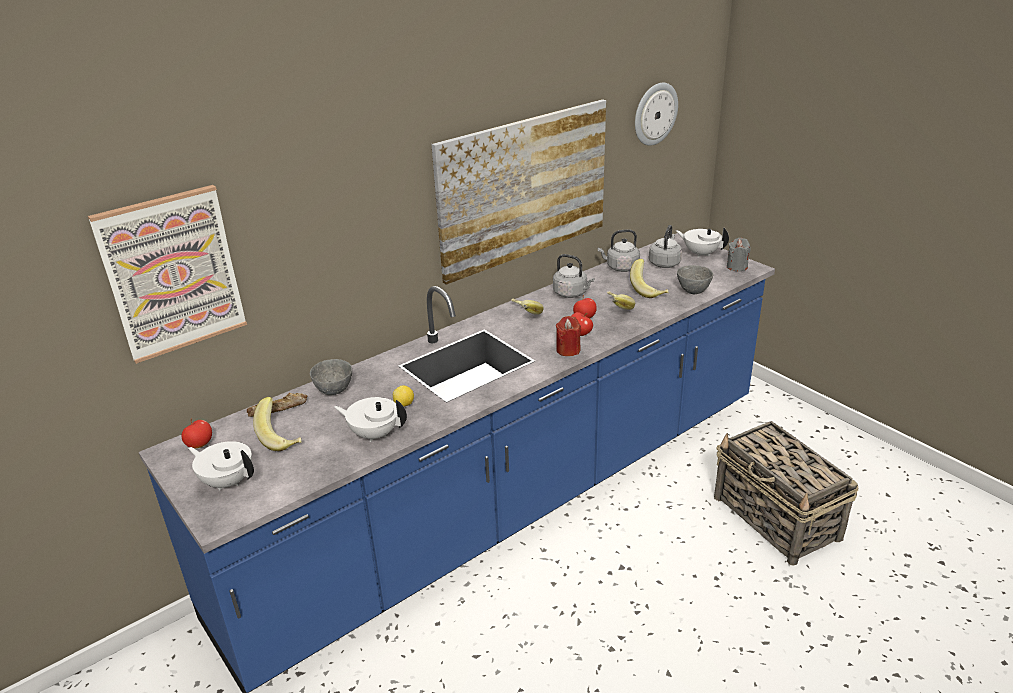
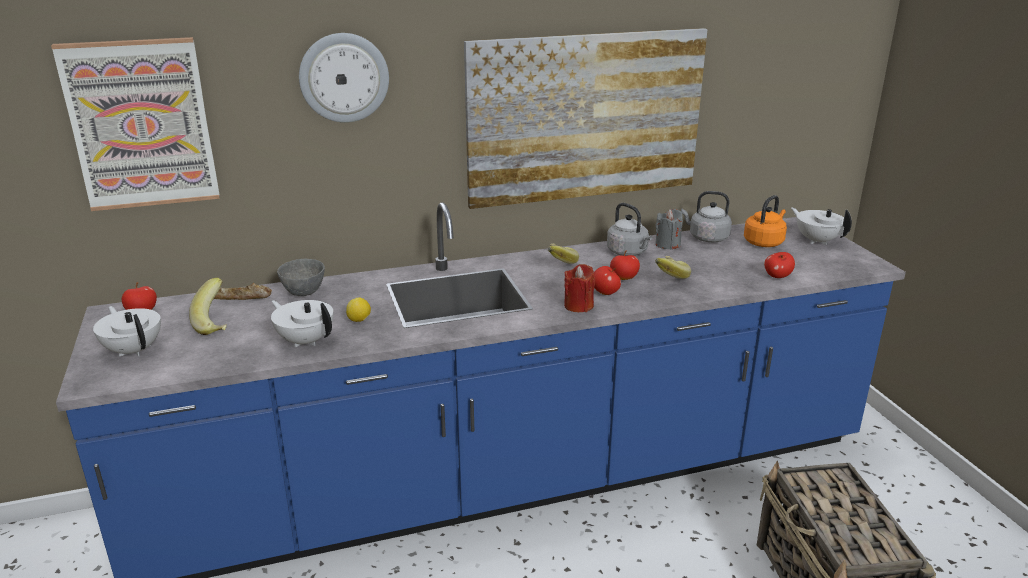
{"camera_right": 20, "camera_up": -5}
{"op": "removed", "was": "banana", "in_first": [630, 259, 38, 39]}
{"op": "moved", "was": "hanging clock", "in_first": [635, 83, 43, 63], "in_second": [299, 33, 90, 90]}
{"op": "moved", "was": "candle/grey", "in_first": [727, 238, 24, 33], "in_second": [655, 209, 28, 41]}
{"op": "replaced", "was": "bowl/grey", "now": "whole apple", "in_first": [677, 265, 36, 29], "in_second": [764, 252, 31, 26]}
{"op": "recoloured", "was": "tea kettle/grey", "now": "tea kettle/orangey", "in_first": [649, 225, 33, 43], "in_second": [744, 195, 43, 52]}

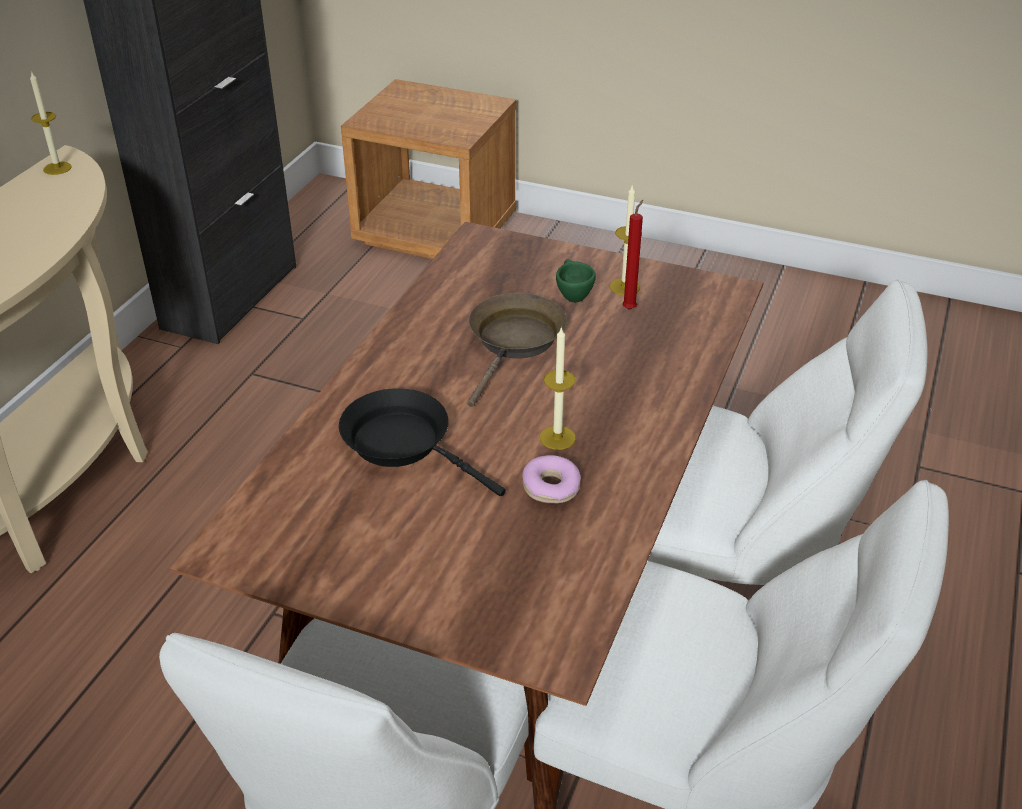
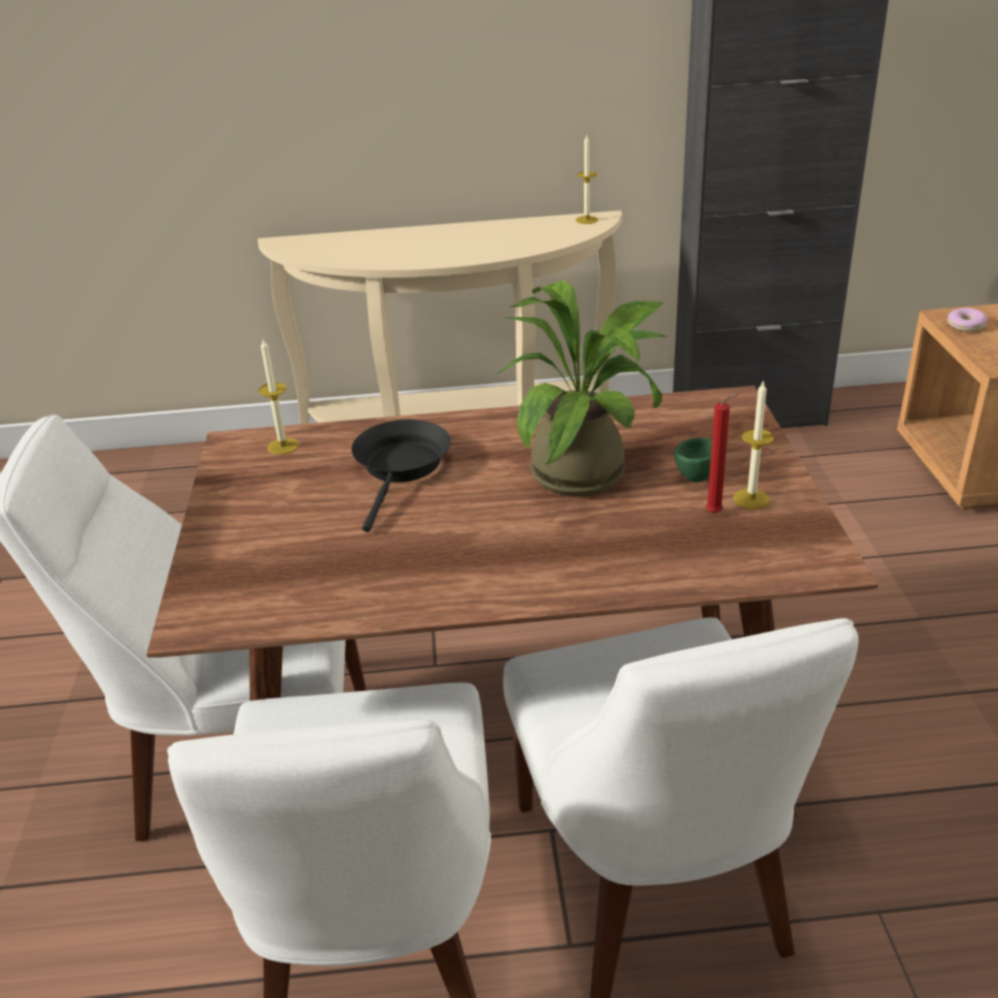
{"camera_right": 65, "camera_up": -5}
{"op": "moved", "was": "doughnut", "in_first": [522, 455, 59, 48], "in_second": [947, 308, 40, 24]}
{"op": "moved", "was": "candle", "in_first": [540, 326, 36, 124], "in_second": [258, 339, 41, 116]}
{"op": "replaced", "was": "frying pan/brown", "now": "potted plant", "in_first": [467, 293, 100, 114], "in_second": [496, 280, 171, 216]}

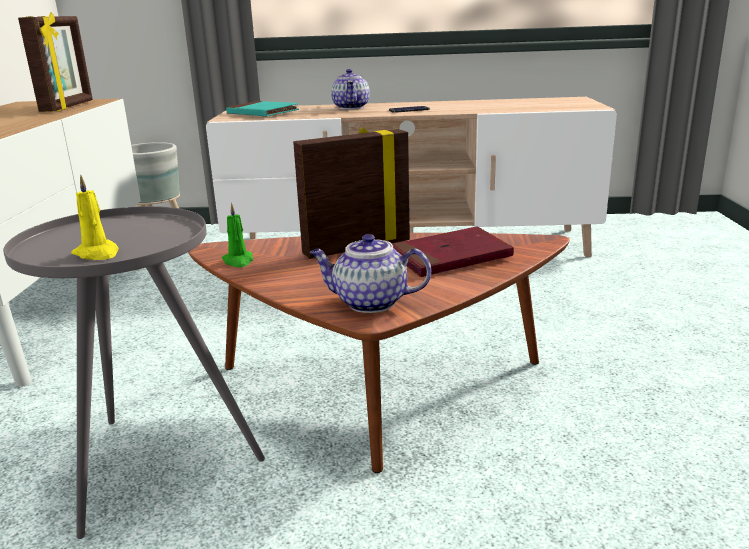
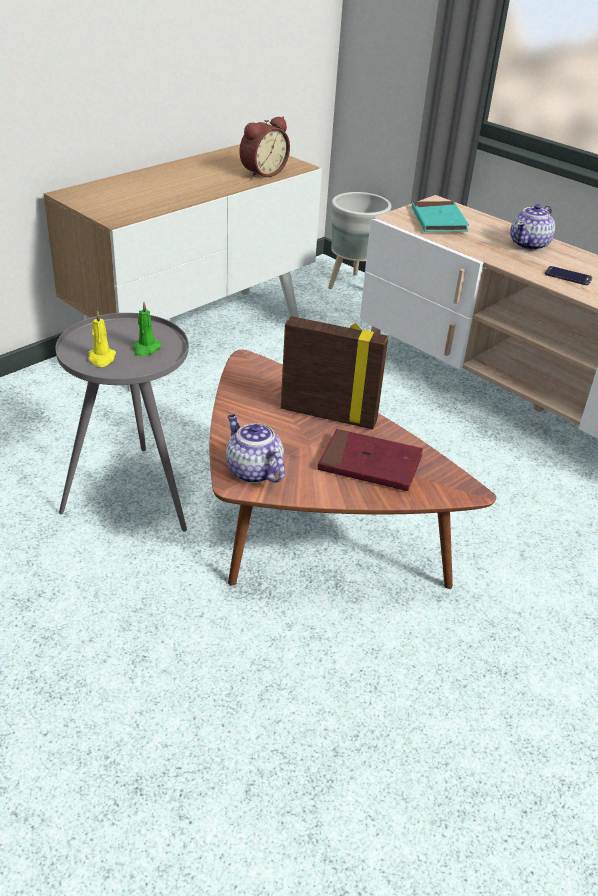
{"camera_right": 40, "camera_up": 15}
{"op": "moved", "was": "candle/green-coloured", "in_first": [222, 203, 31, 64], "in_second": [132, 302, 30, 55]}
{"op": "replaced", "was": "photo frame", "now": "alarm clock", "in_first": [18, 12, 75, 100], "in_second": [240, 116, 50, 63]}

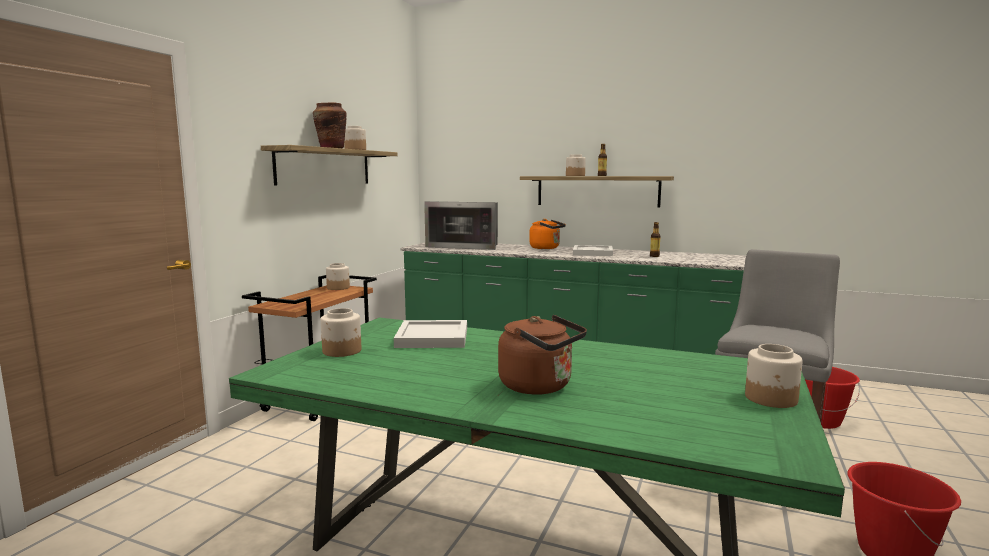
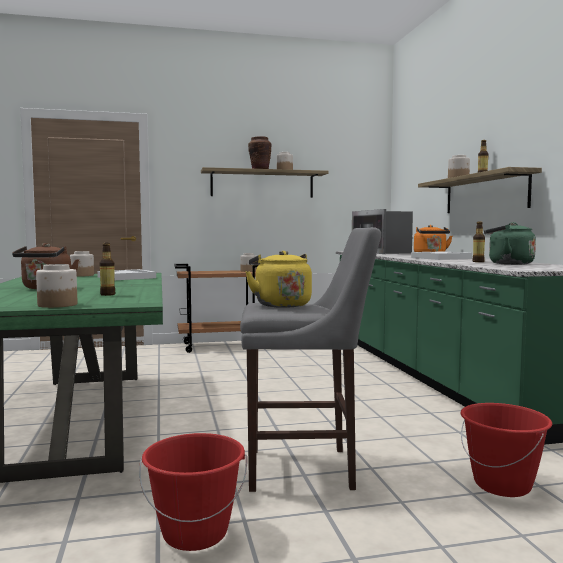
{"camera_right": 55, "camera_up": -5}
{"op": "added", "now": "bottle", "in_second": [100, 243, 16, 53]}
{"op": "added", "now": "tea kettle/yellow-coloured", "in_second": [245, 251, 67, 57]}
{"op": "added", "now": "tea kettle/green-coloured", "in_second": [484, 222, 52, 43]}

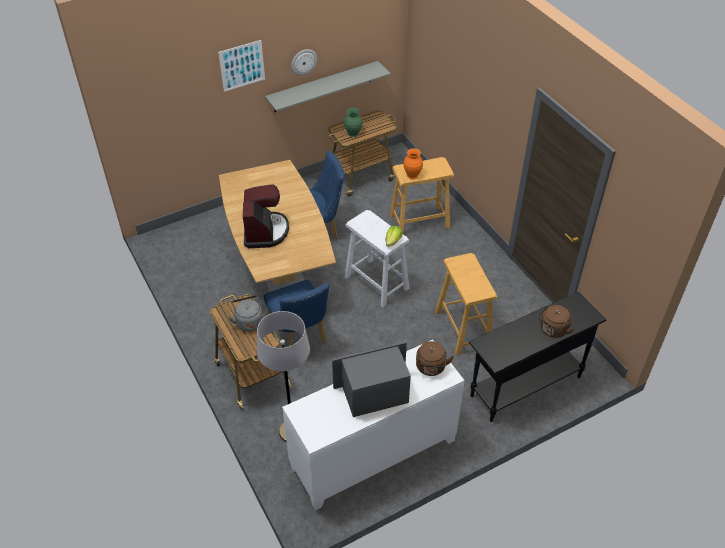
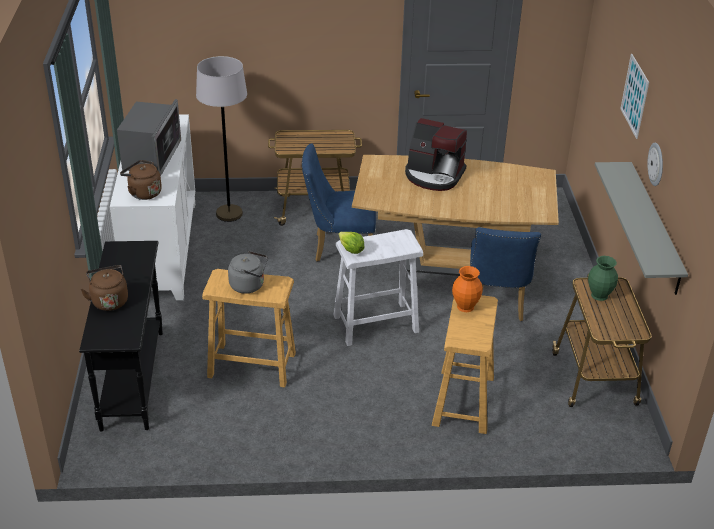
{"camera_right": 115, "camera_up": -10}
{"op": "moved", "was": "tea kettle/grey", "in_first": [228, 295, 35, 37], "in_second": [228, 251, 40, 43]}

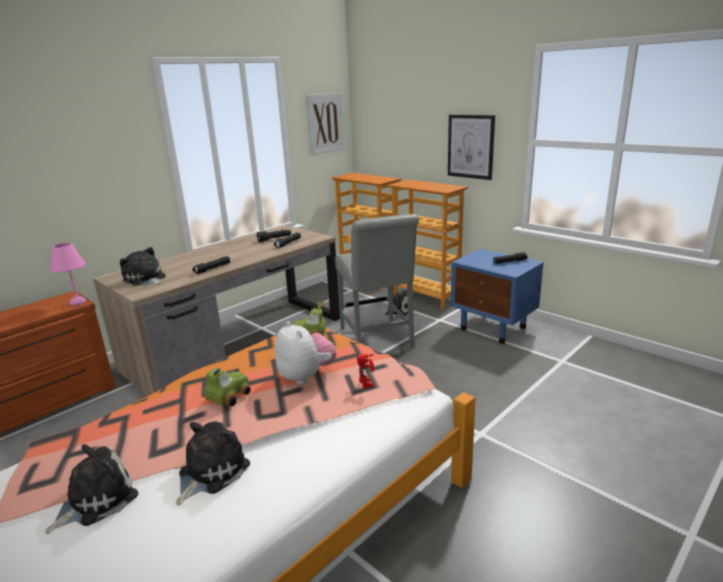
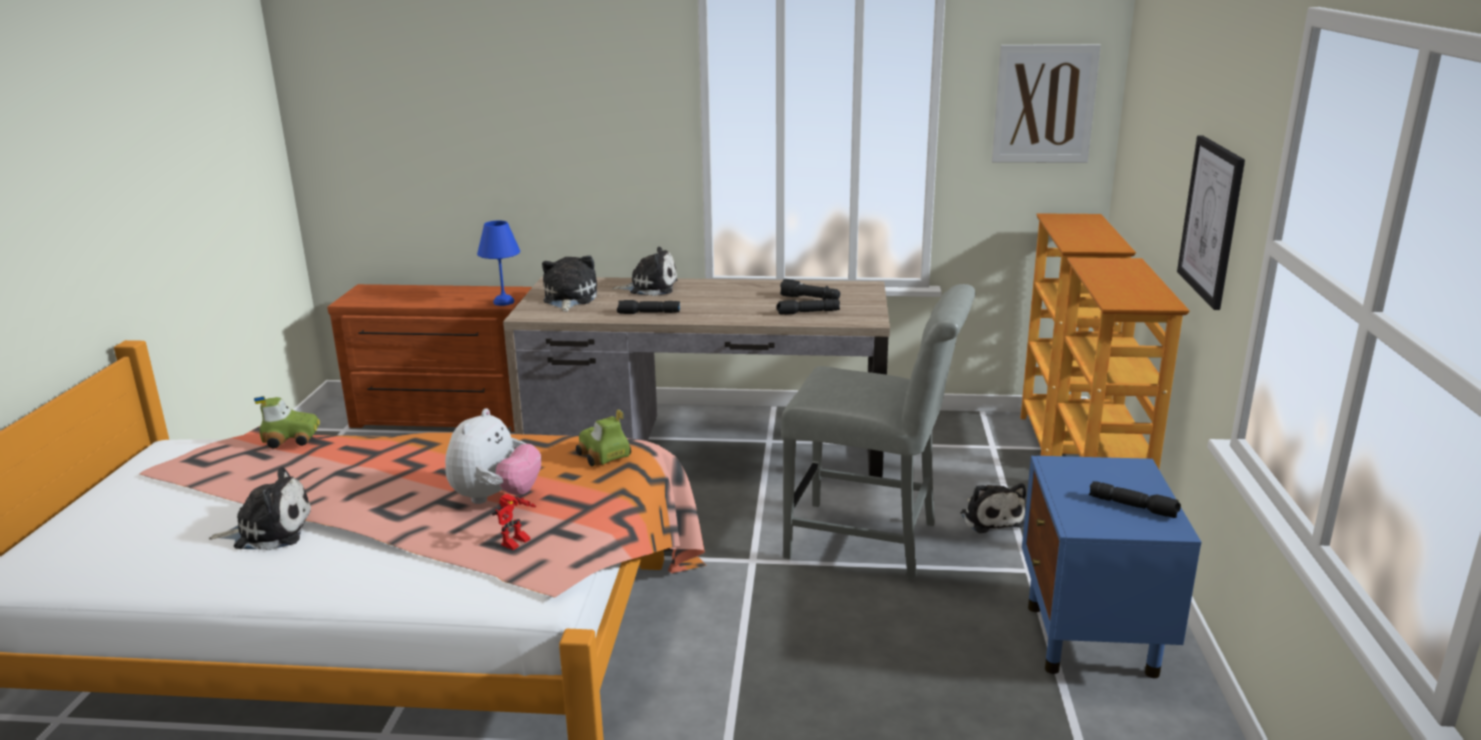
{"camera_right": 50, "camera_up": 0}
{"op": "moved", "was": "cuddly toy", "in_first": [45, 444, 93, 90], "in_second": [612, 247, 66, 49]}
{"op": "moved", "was": "miniature car", "in_first": [204, 368, 47, 38], "in_second": [254, 396, 66, 53]}
{"op": "recoloured", "was": "lamp for a table/pink-coloured", "now": "lamp for a table/bluish", "in_first": [50, 243, 36, 63], "in_second": [477, 221, 43, 85]}
{"op": "turned", "was": "upright chair/grey", "in_first": [335, 214, 84, 134], "in_second": [781, 284, 194, 296], "clockwise": -105}

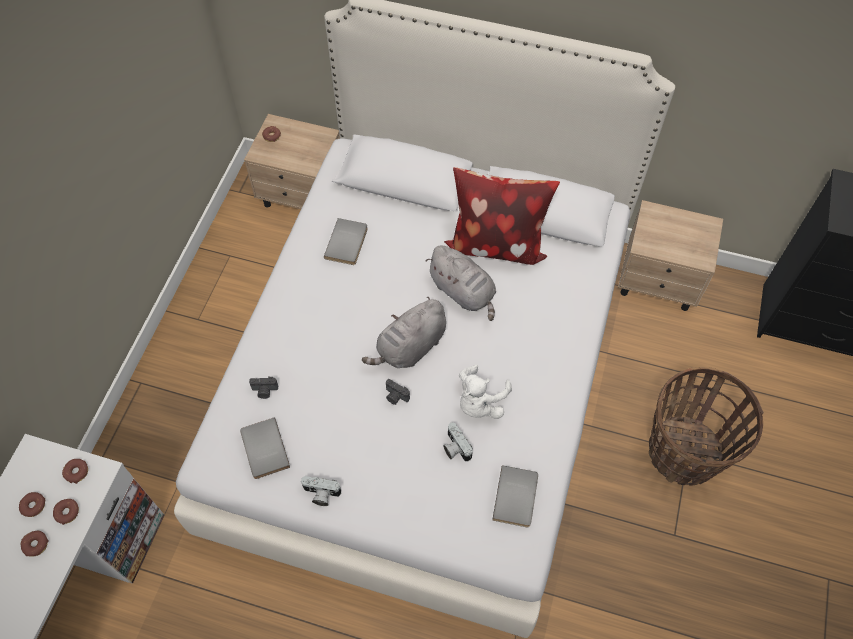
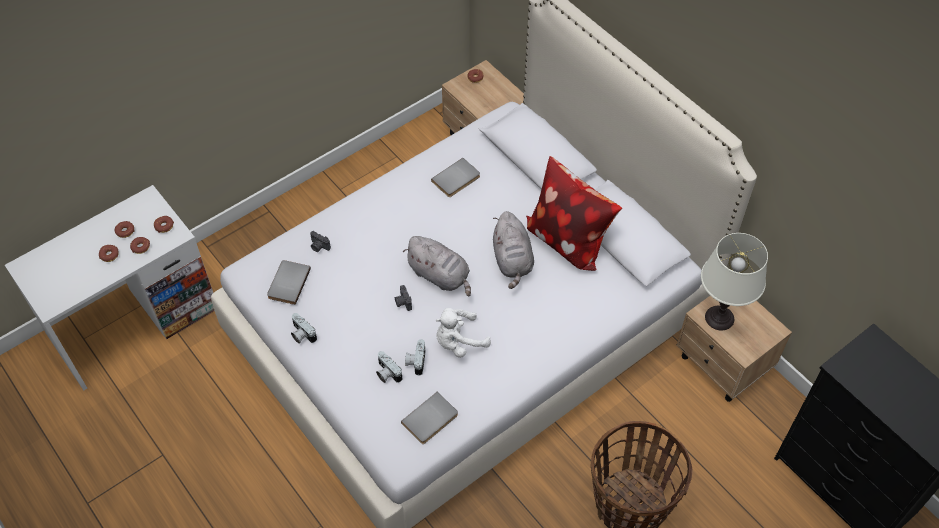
{"camera_right": 35, "camera_up": -5}
{"op": "added", "now": "still camera", "in_second": [376, 351, 26, 32]}
{"op": "added", "now": "lamp for a table/white", "in_second": [701, 233, 67, 98]}
{"op": "turned", "was": "cuddly toy/grey", "in_first": [362, 297, 84, 71], "in_second": [403, 236, 68, 60], "clockwise": -135}

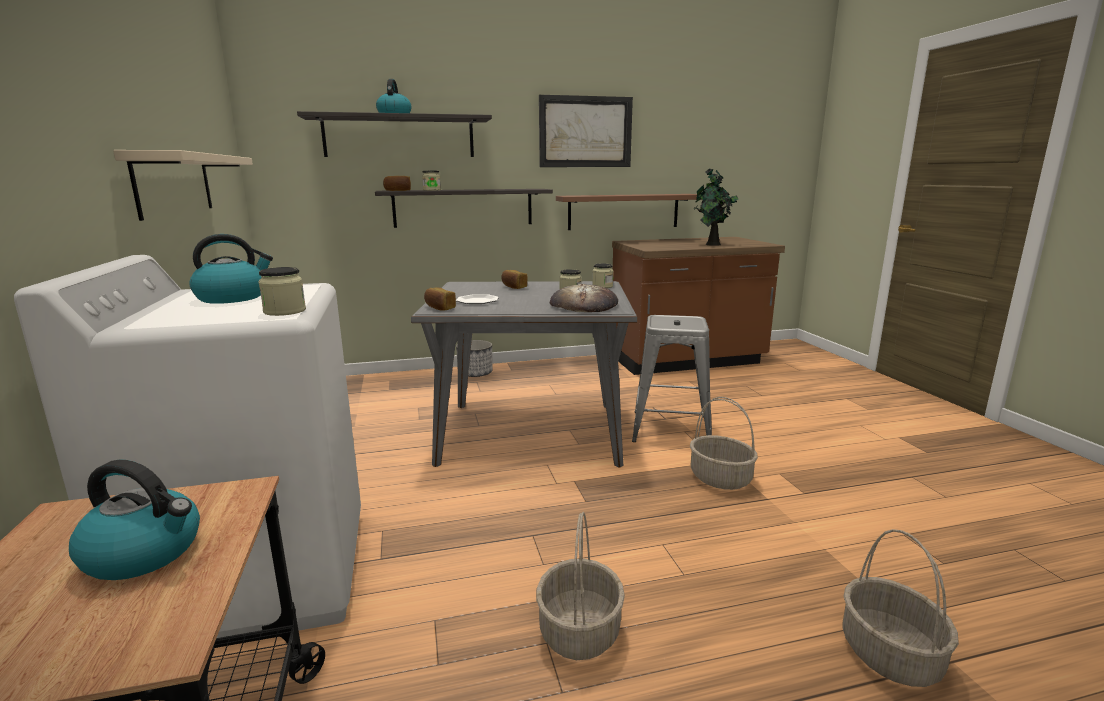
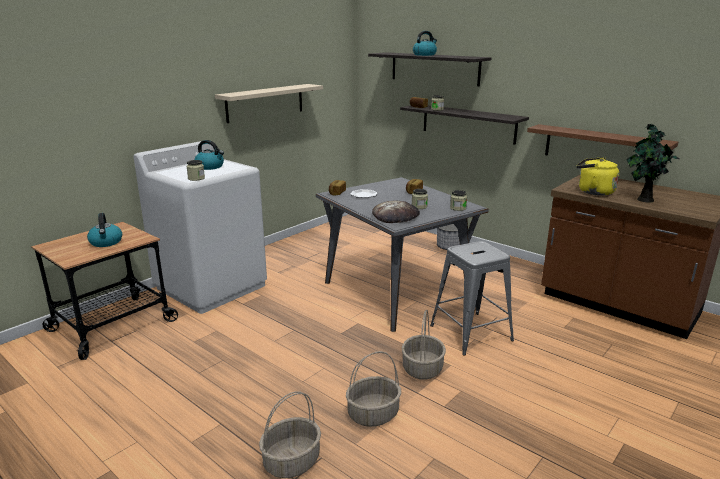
{"camera_right": 55, "camera_up": 5}
{"op": "removed", "was": "wall picture", "in_first": [539, 95, 94, 72]}
{"op": "added", "now": "tea kettle/yellow-coloured", "in_second": [576, 157, 43, 39]}
{"op": "moved", "was": "storage basket", "in_first": [536, 512, 89, 148], "in_second": [346, 351, 55, 76]}

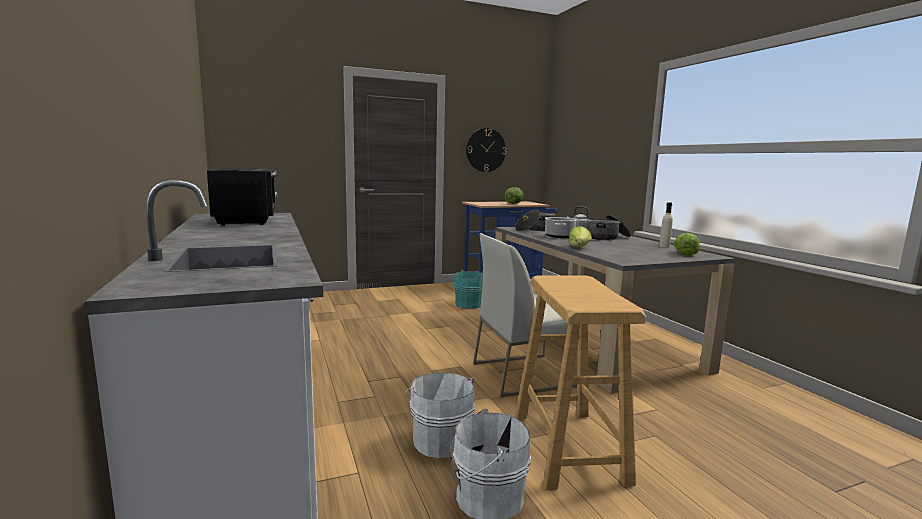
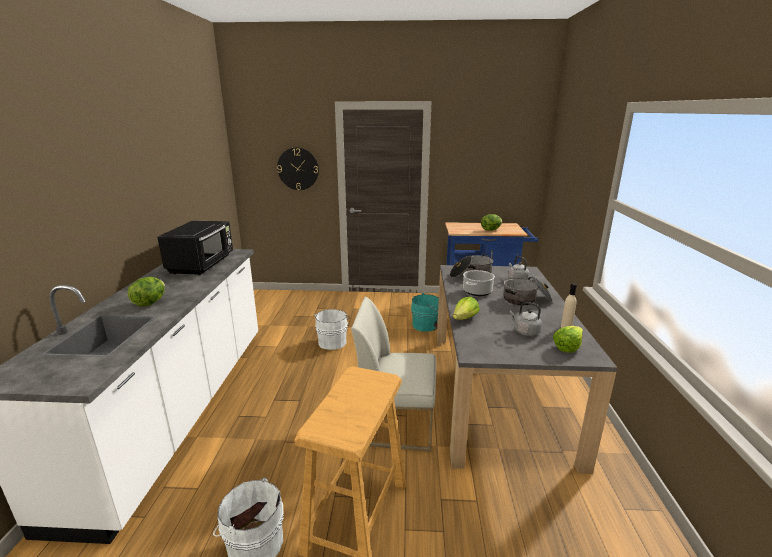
{"camera_right": 25, "camera_up": 10}
{"op": "added", "now": "lettuce", "in_second": [128, 277, 37, 30]}
{"op": "added", "now": "tea kettle/grey", "in_second": [509, 302, 33, 34]}
{"op": "moved", "was": "water bucket/white", "in_first": [405, 373, 70, 85], "in_second": [314, 309, 36, 41]}
{"op": "moved", "was": "hanging clock", "in_first": [466, 128, 40, 44], "in_second": [277, 147, 42, 43]}

